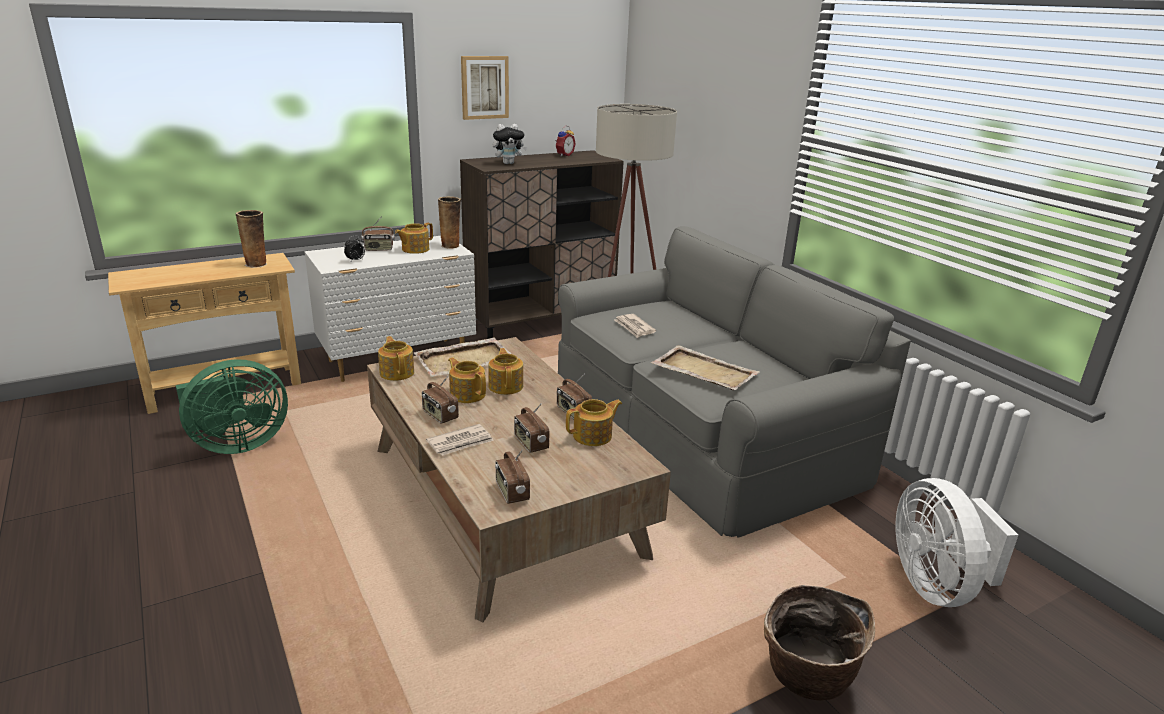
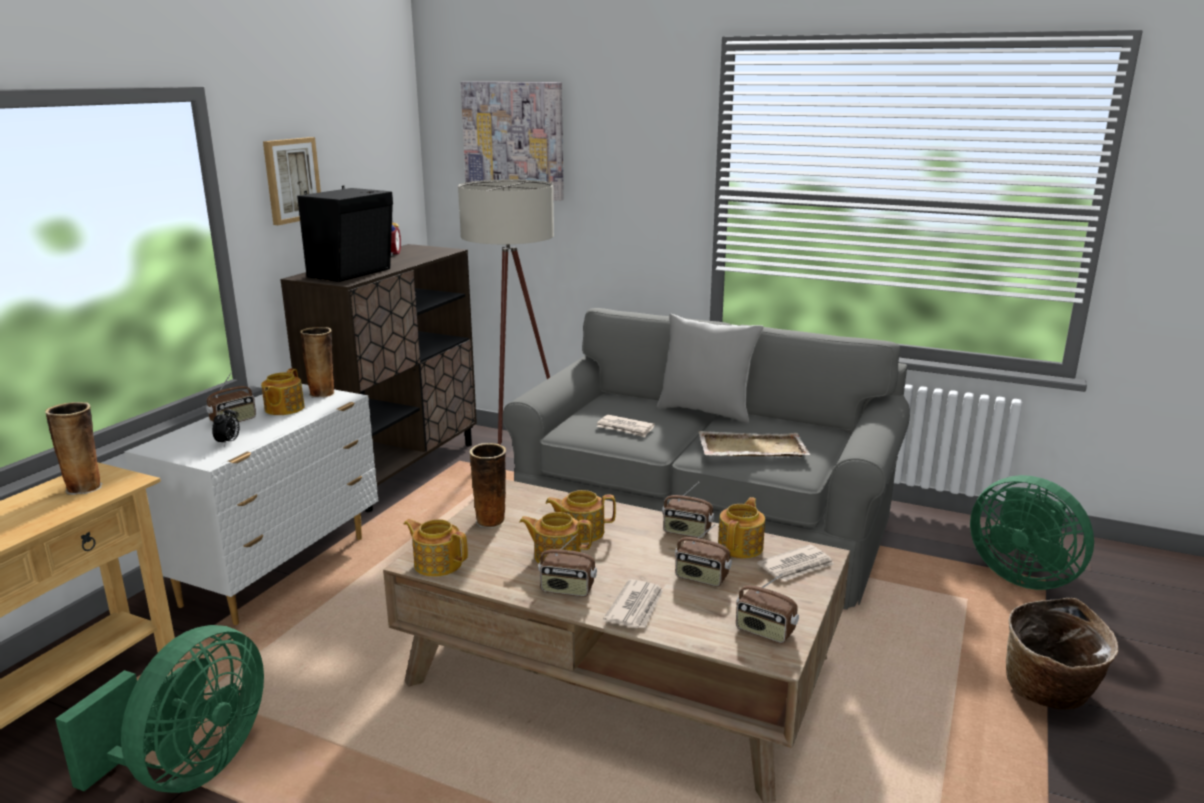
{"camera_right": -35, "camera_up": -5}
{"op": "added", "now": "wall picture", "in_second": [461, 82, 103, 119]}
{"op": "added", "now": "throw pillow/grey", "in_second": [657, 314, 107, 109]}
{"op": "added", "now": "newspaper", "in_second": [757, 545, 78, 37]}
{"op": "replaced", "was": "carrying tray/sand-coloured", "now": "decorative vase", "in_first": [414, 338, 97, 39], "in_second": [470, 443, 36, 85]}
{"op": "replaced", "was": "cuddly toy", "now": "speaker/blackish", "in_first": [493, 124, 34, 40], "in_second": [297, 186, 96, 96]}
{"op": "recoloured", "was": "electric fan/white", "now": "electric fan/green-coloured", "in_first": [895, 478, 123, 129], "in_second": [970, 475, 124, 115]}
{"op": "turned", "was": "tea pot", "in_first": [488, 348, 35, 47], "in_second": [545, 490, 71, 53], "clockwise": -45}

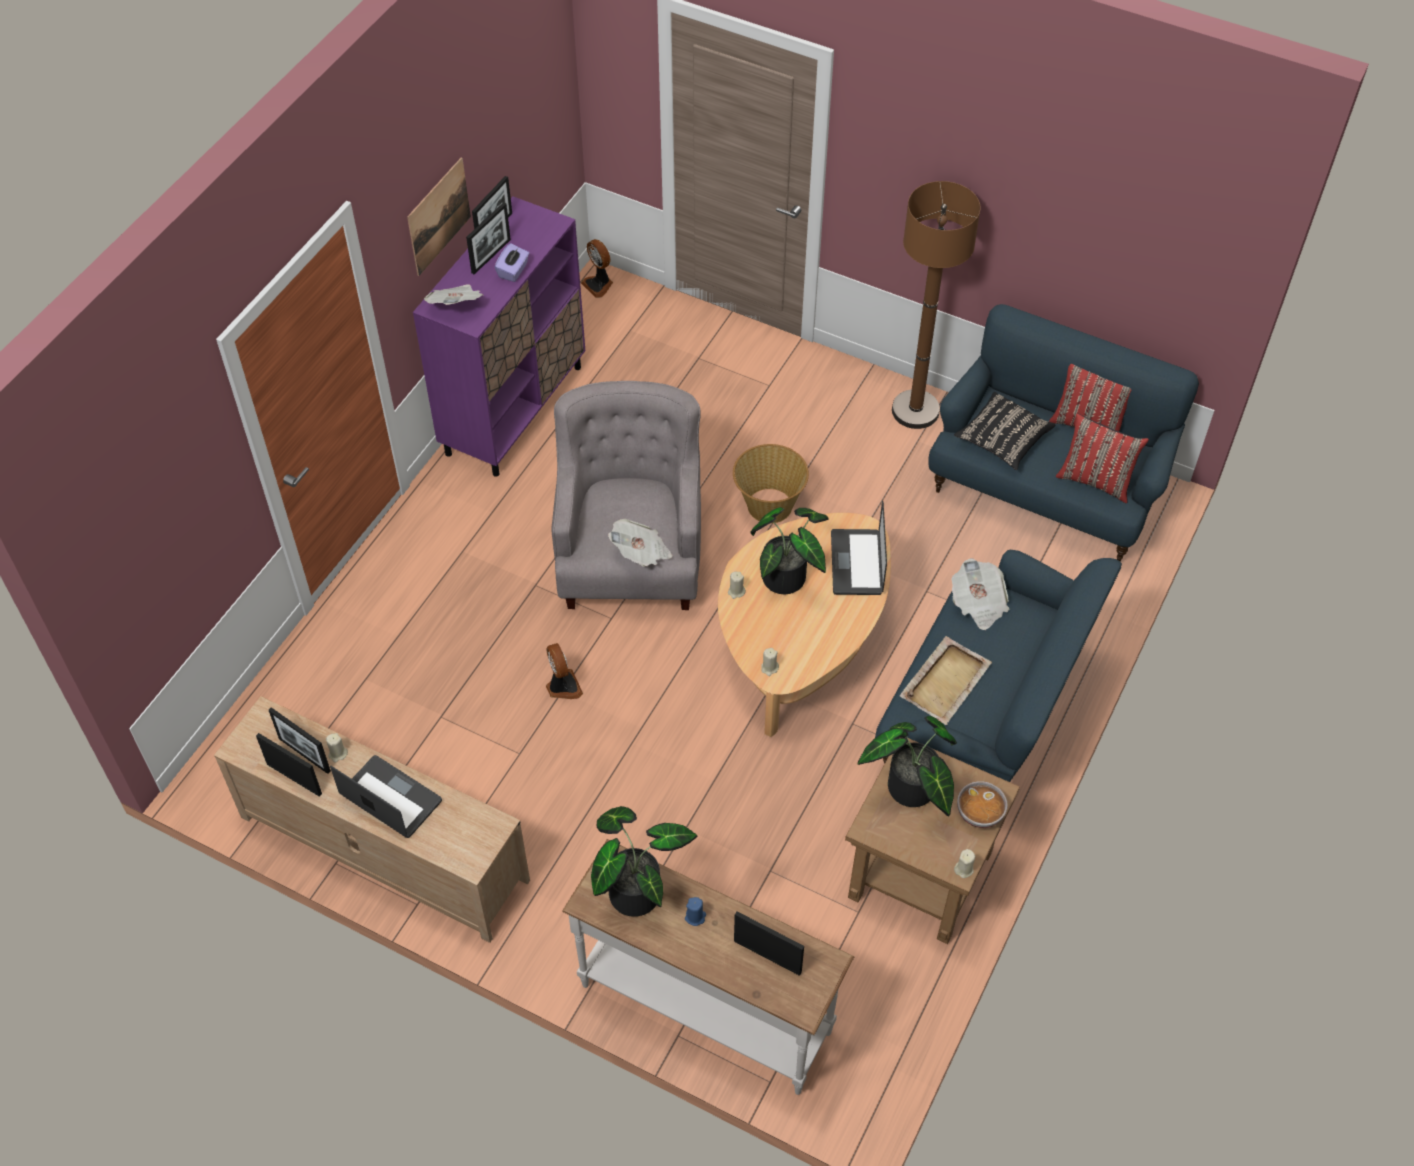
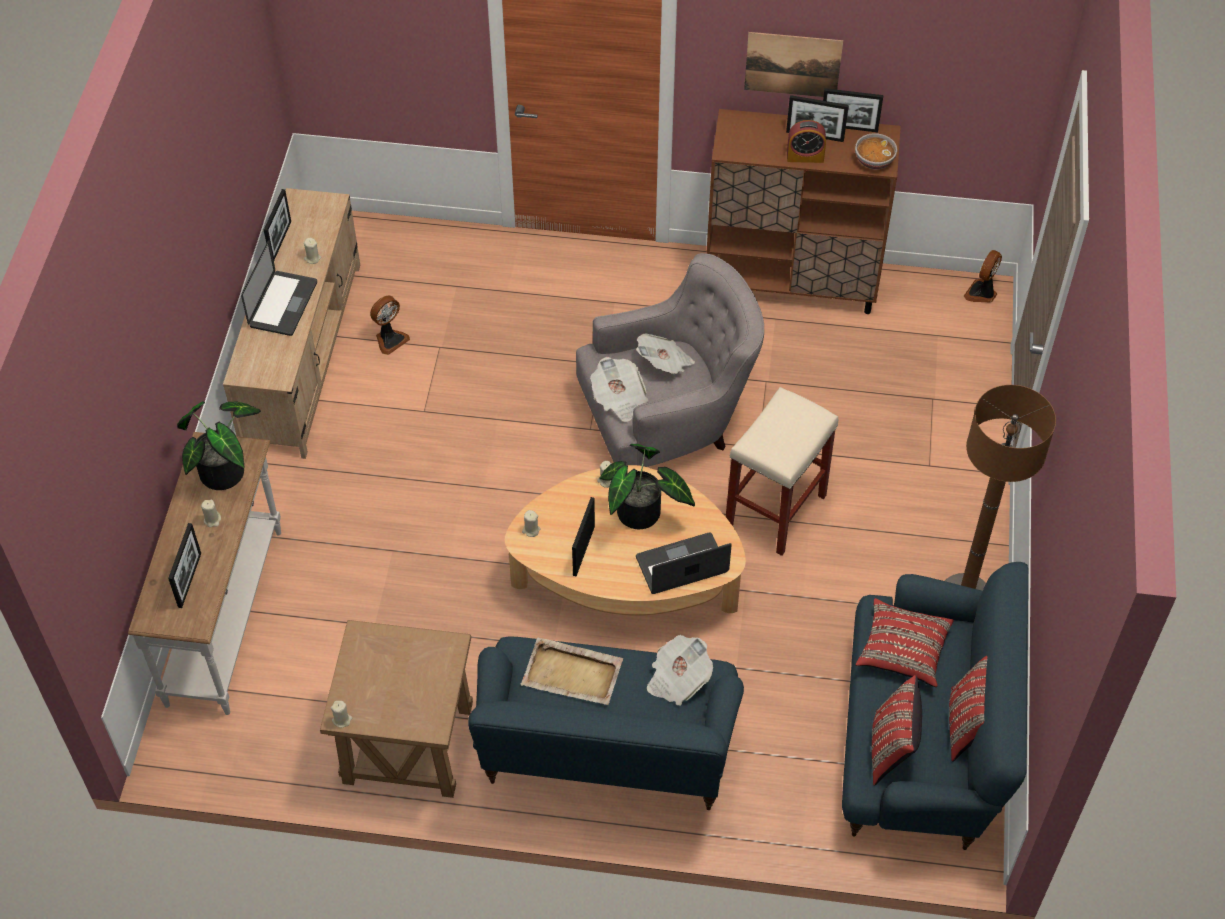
{"camera_right": 70, "camera_up": 0}
{"op": "removed", "was": "potted plant", "in_first": [858, 716, 99, 100]}
{"op": "moved", "was": "photo frame", "in_first": [269, 707, 62, 67], "in_second": [572, 497, 23, 79]}
{"op": "moved", "was": "newspaper", "in_first": [424, 284, 59, 21], "in_second": [636, 333, 59, 41]}
{"op": "moved", "was": "electric fan", "in_first": [546, 643, 37, 56], "in_second": [370, 296, 40, 59]}
{"op": "moved", "was": "bowl", "in_first": [957, 781, 51, 47], "in_second": [855, 133, 42, 36]}
{"op": "replaced", "was": "tissue holder/purple", "now": "alarm clock", "in_first": [495, 243, 34, 39], "in_second": [787, 120, 39, 43]}
{"op": "replaced", "was": "storage basket", "now": "stool/sand-coloured", "in_first": [733, 444, 76, 80], "in_second": [726, 387, 112, 169]}
{"op": "recoloured", "was": "storage cabinet/purple", "now": "storage cabinet/brown", "in_first": [413, 196, 172, 281], "in_second": [706, 109, 195, 205]}
{"op": "recoloured", "was": "candle/bluish", "now": "candle/sand-coloured", "in_first": [685, 897, 21, 29], "in_second": [201, 500, 20, 27]}
{"op": "recoloured", "was": "throw pillow/blackish", "now": "throw pillow/red", "in_first": [954, 392, 102, 78], "in_second": [855, 598, 99, 89]}

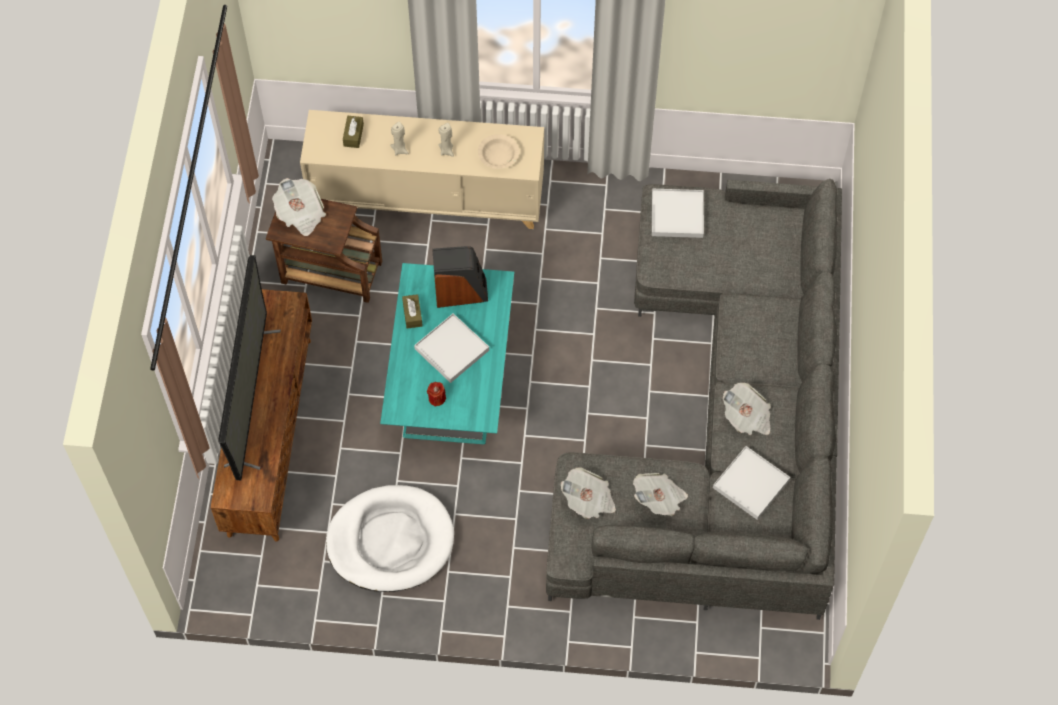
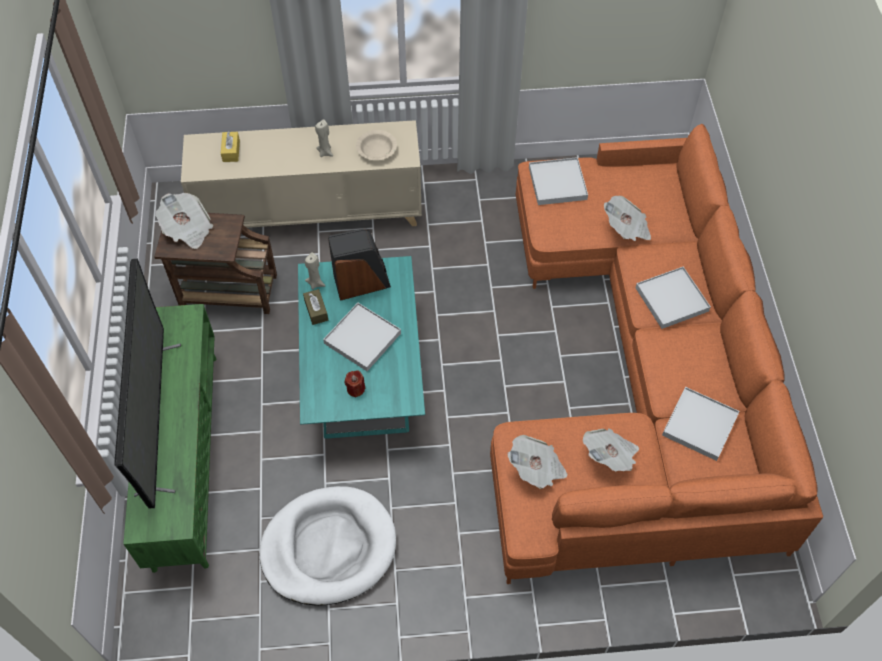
{"camera_right": -10, "camera_up": -5}
{"op": "added", "now": "carrying tray/white", "in_second": [636, 267, 75, 62]}
{"op": "moved", "was": "candle/sand-coloured", "in_first": [390, 122, 19, 33], "in_second": [305, 253, 20, 36]}
{"op": "moved", "was": "newspaper", "in_first": [723, 383, 48, 52], "in_second": [604, 196, 47, 45]}
{"op": "recoloured", "was": "tv stand/brown", "now": "tv stand/green-coloured", "in_first": [211, 289, 101, 252], "in_second": [123, 304, 94, 269]}
{"op": "recoloured", "was": "tissue holder/brown", "now": "tissue holder/yellow-coloured", "in_first": [343, 116, 21, 32], "in_second": [221, 131, 19, 31]}
{"op": "recoloured", "was": "settee/grey", "now": "settee/orangey", "in_first": [546, 179, 296, 441], "in_second": [490, 124, 333, 460]}

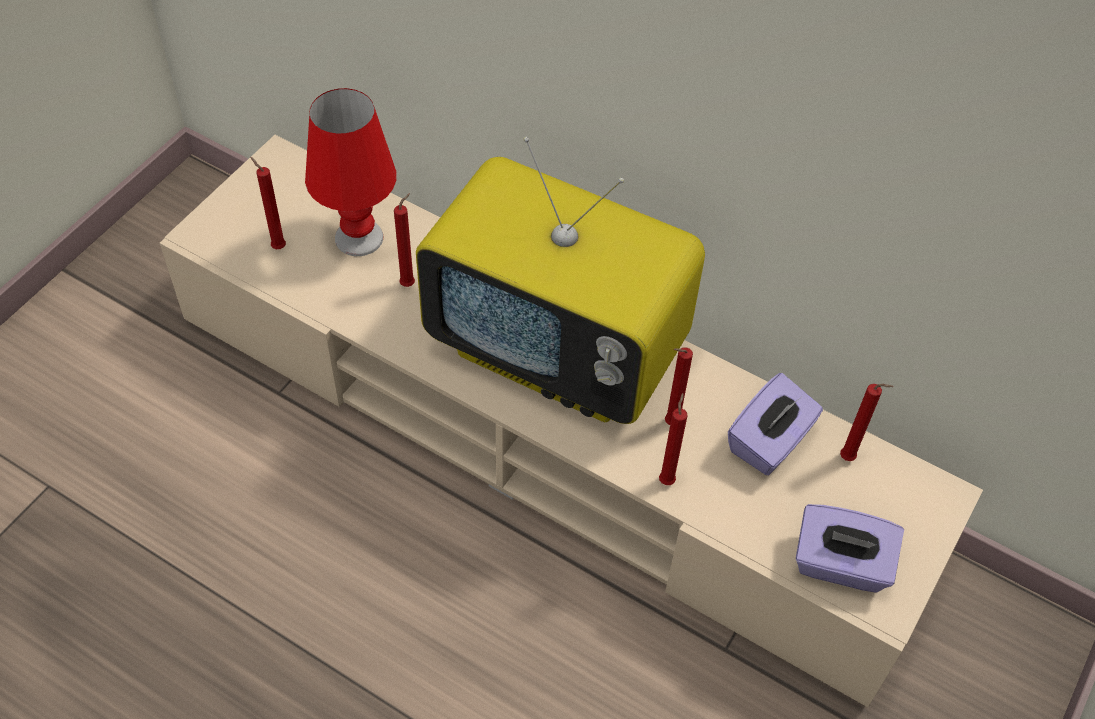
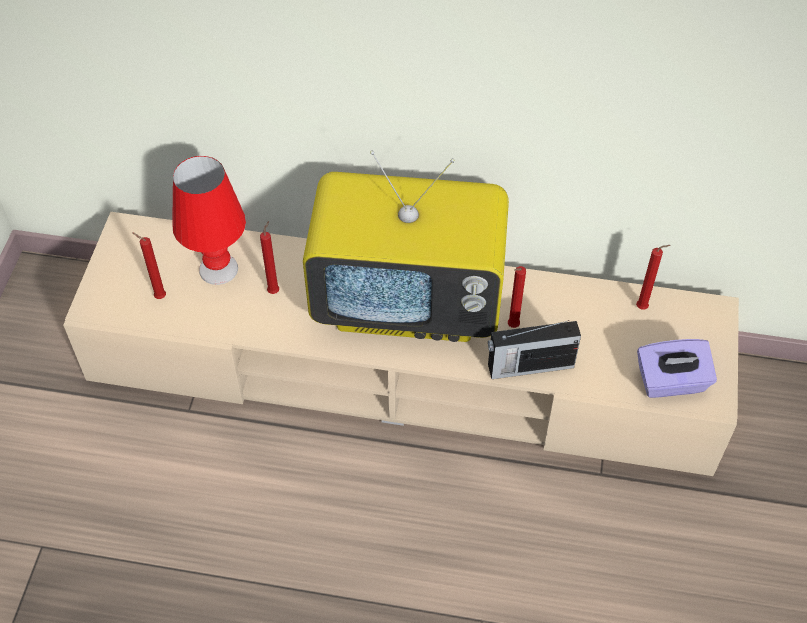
{"camera_right": -20, "camera_up": 0}
{"op": "removed", "was": "tissue holder/purple", "in_first": [728, 373, 95, 102]}
{"op": "replaced", "was": "candle/red", "now": "radio set", "in_first": [659, 393, 28, 92], "in_second": [488, 320, 93, 59]}

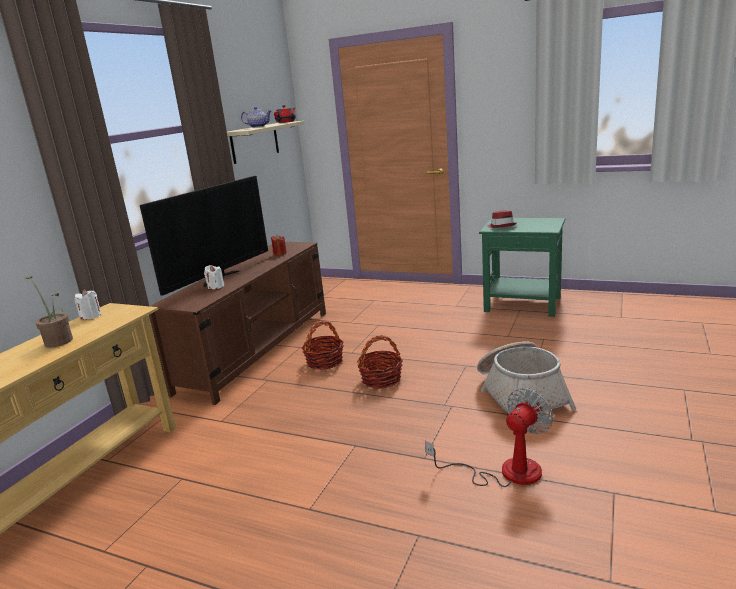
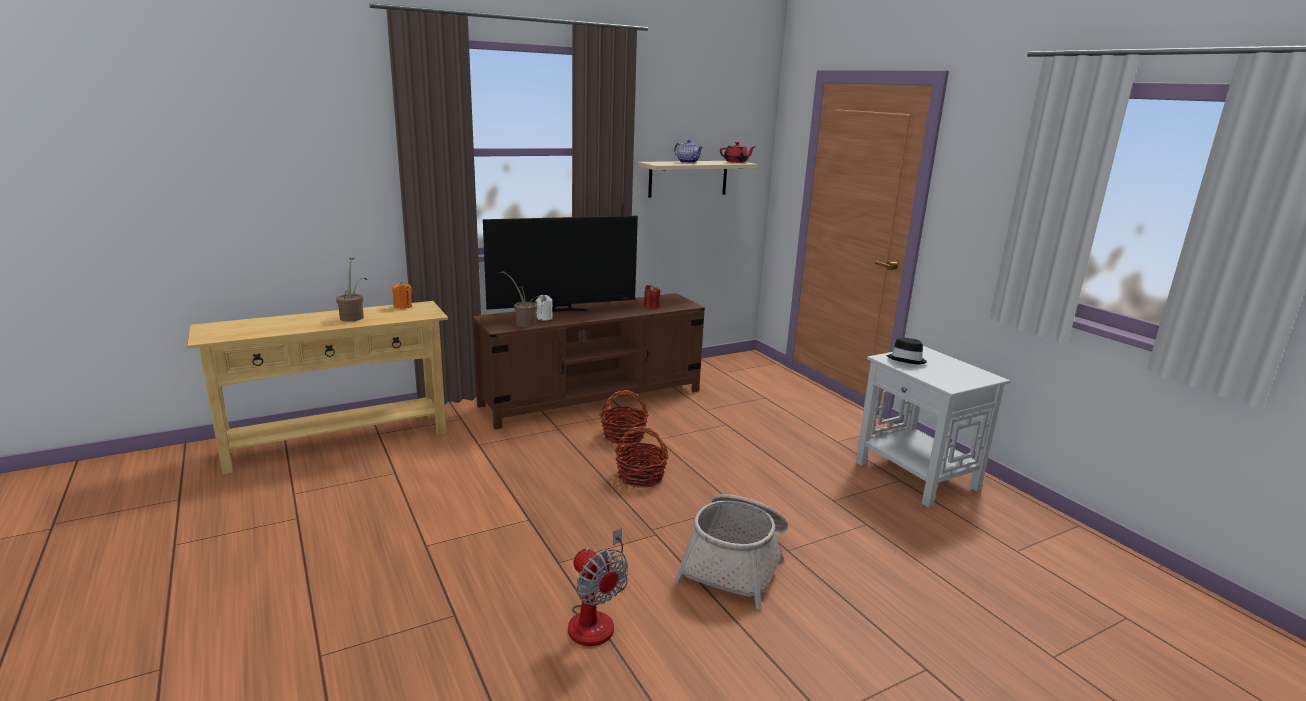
{"camera_right": 35, "camera_up": 0}
{"op": "added", "now": "potted plant", "in_second": [499, 271, 43, 56]}
{"op": "recoloured", "was": "candle/white", "now": "candle/orangey", "in_first": [74, 289, 27, 31], "in_second": [392, 282, 20, 27]}
{"op": "recoloured", "was": "side table/green-coloured", "now": "side table/white", "in_first": [479, 218, 86, 99], "in_second": [856, 346, 154, 161]}
{"op": "recoloured", "was": "hat/red", "now": "hat/blackish", "in_first": [487, 210, 29, 18], "in_second": [886, 338, 41, 26]}
{"op": "turned", "was": "electric fan", "in_first": [425, 388, 128, 99], "in_second": [568, 528, 60, 118], "clockwise": 60}

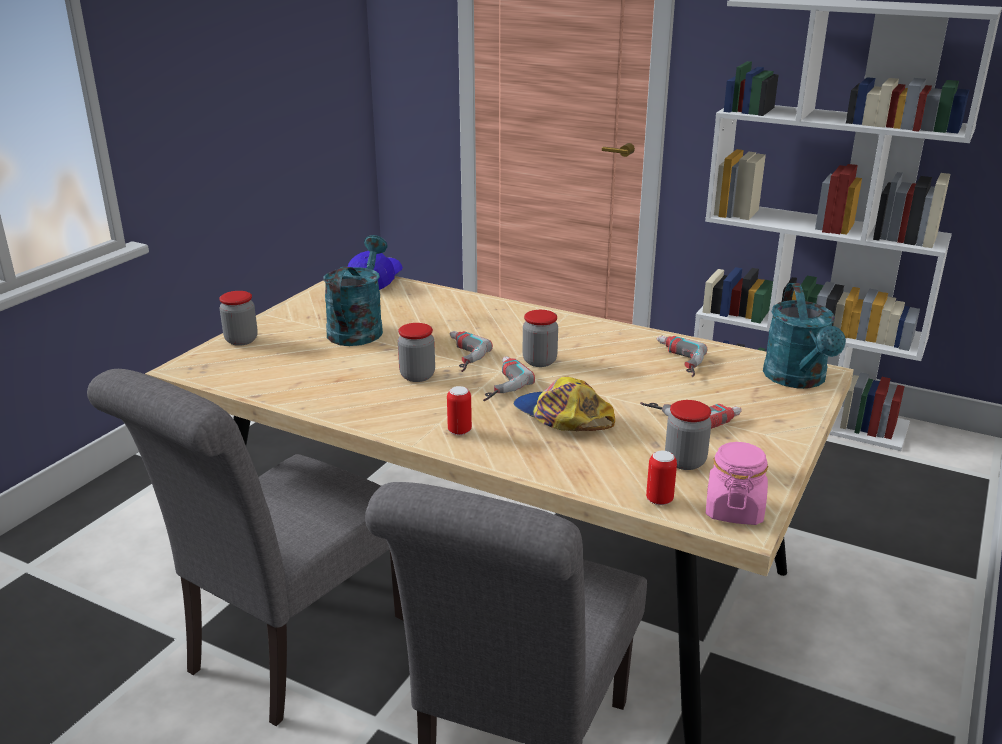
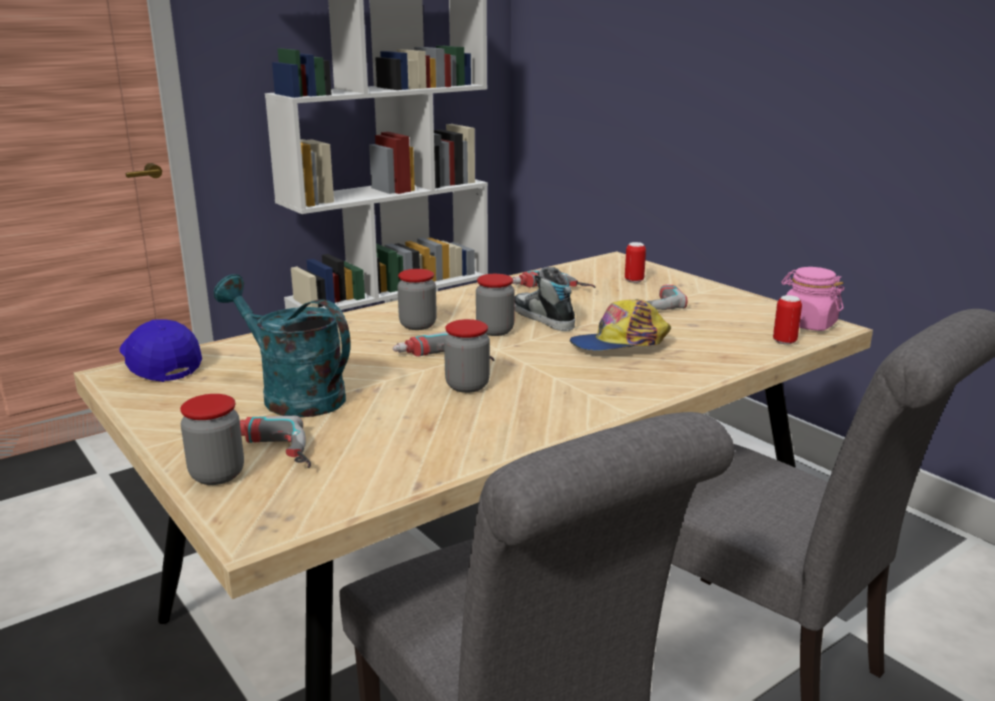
{"camera_right": -65, "camera_up": -5}
{"op": "removed", "was": "sprinkling can/turquoise", "in_first": [763, 283, 83, 106]}
{"op": "added", "now": "shoe", "in_second": [514, 267, 61, 64]}
{"op": "moved", "was": "can", "in_first": [447, 386, 25, 49], "in_second": [625, 242, 21, 41]}
{"op": "moved", "was": "power drill", "in_first": [483, 356, 52, 45], "in_second": [240, 416, 71, 52]}
{"op": "moved", "was": "preserve jar", "in_first": [665, 400, 46, 70], "in_second": [397, 269, 40, 61]}

